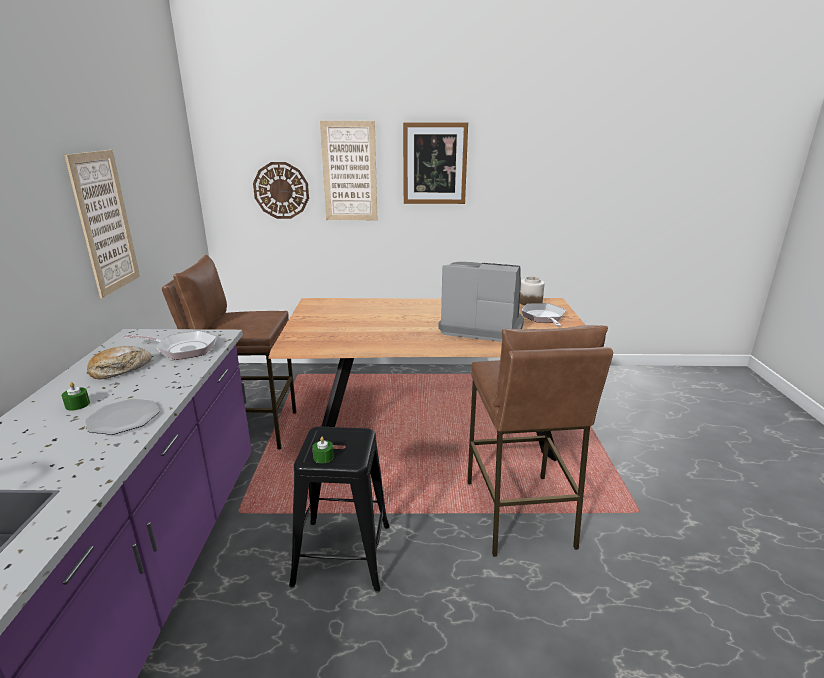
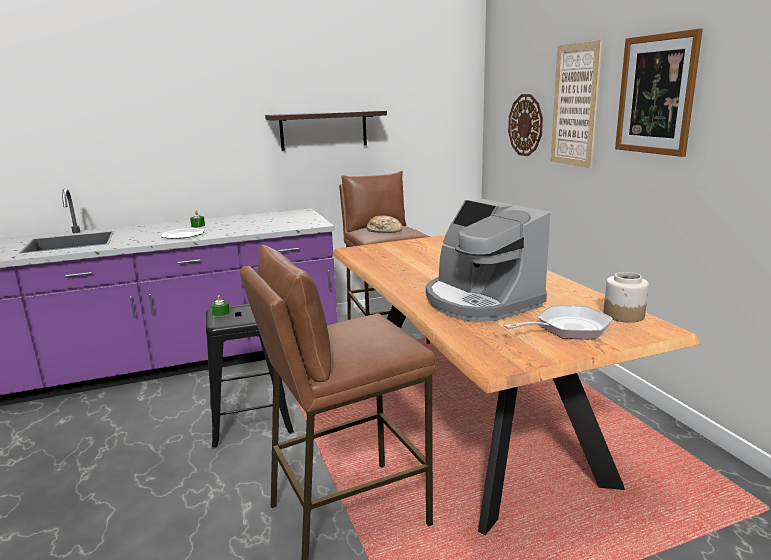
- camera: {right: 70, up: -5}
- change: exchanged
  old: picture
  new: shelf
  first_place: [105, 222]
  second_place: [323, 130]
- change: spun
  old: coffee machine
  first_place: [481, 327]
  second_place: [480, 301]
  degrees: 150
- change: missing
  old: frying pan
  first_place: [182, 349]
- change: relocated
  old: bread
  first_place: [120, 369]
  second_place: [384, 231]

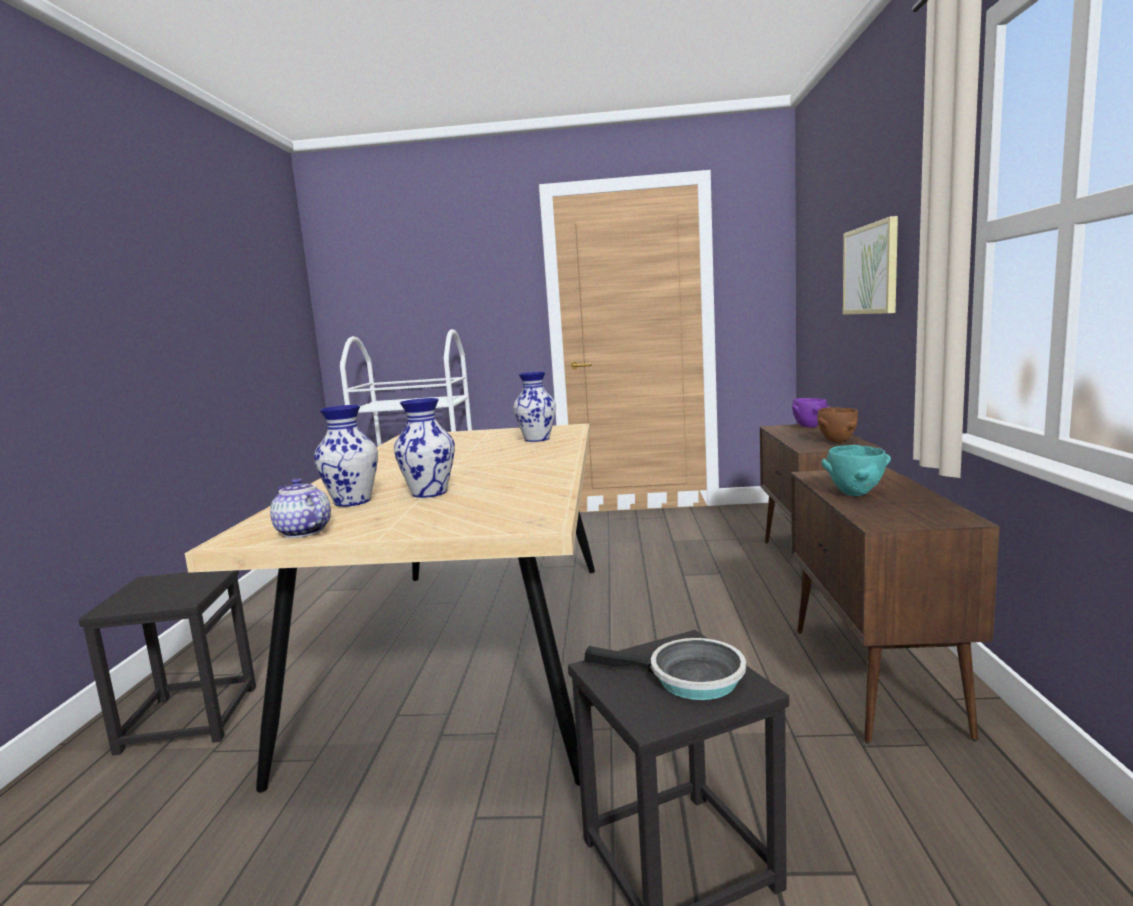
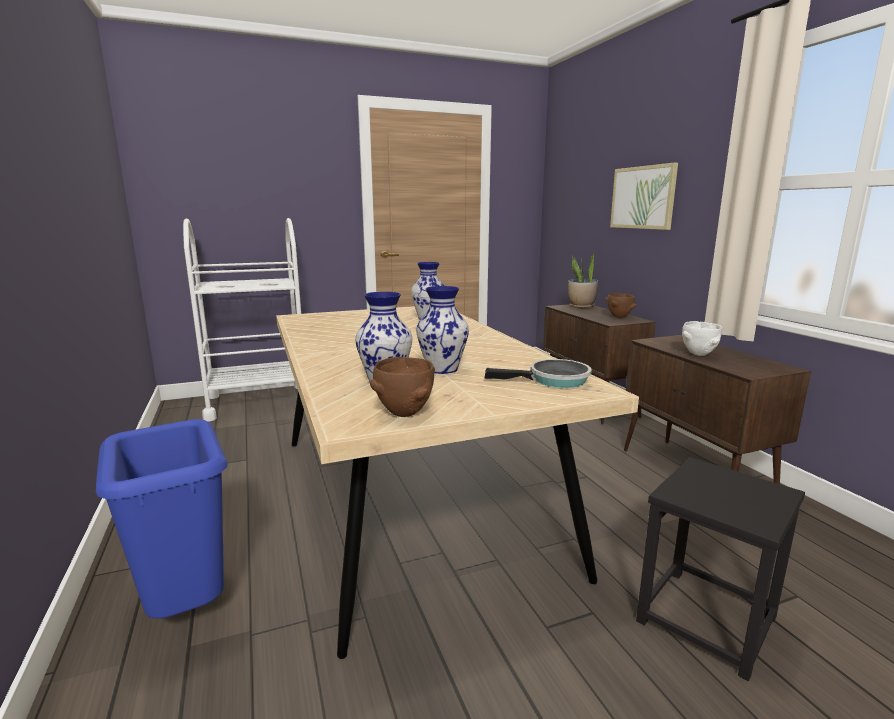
- camera: {right: -25, up: 5}
- change: exchanged
  old: purple bowl
  new: potted plant
  first_place: [809, 427]
  second_place: [581, 306]
- change: colour
  old: turquoise bowl
  new: white bowl
  first_place: [854, 494]
  second_place: [698, 354]
- change: exchanged
  old: teapot
  new: brown bowl
  first_place: [302, 532]
  second_place: [404, 413]
- change: exchanged
  old: black stool
  new: blue trash can
  first_place: [188, 718]
  second_place: [187, 611]
- change: relocated
  old: frying pan
  first_place: [688, 678]
  second_place: [553, 380]

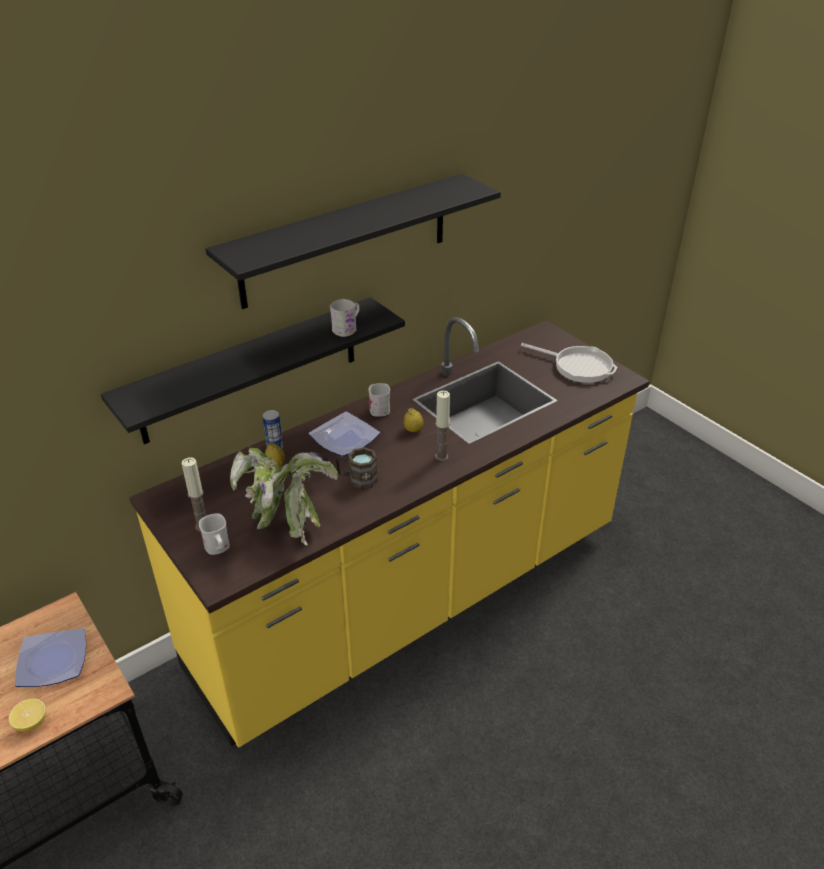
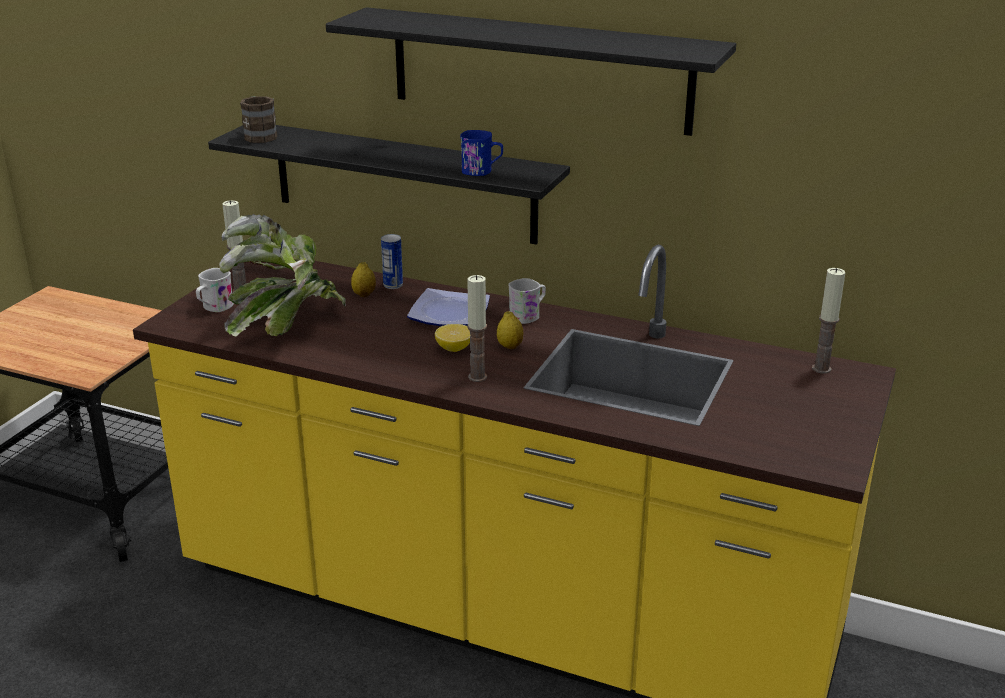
- camera: {right: 60, up: -10}
- change: colour
  old: white mug
  new: blue mug
  first_place: [347, 329]
  second_place: [482, 171]
- change: missing
  old: frying pan
  first_place: [578, 366]
- change: relocated
  old: brown mug
  first_place: [357, 479]
  second_place: [259, 135]
- change: missing
  old: plate
  first_place: [52, 660]
- change: relocated
  old: lemon
  first_place: [31, 722]
  second_place: [454, 348]
- change: appeared
  new: candle
  second_place: [821, 369]

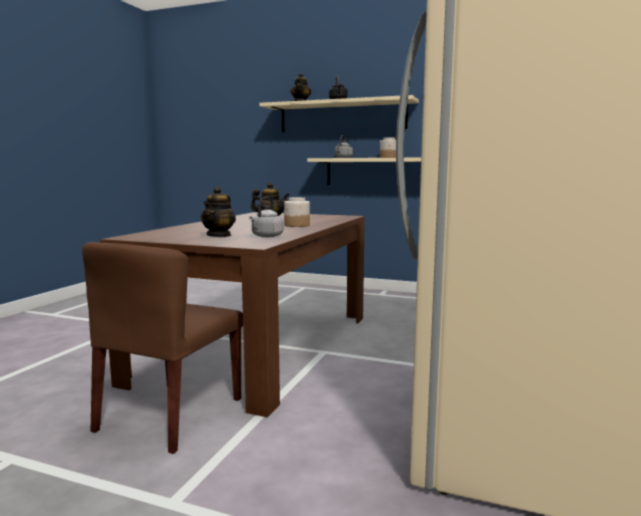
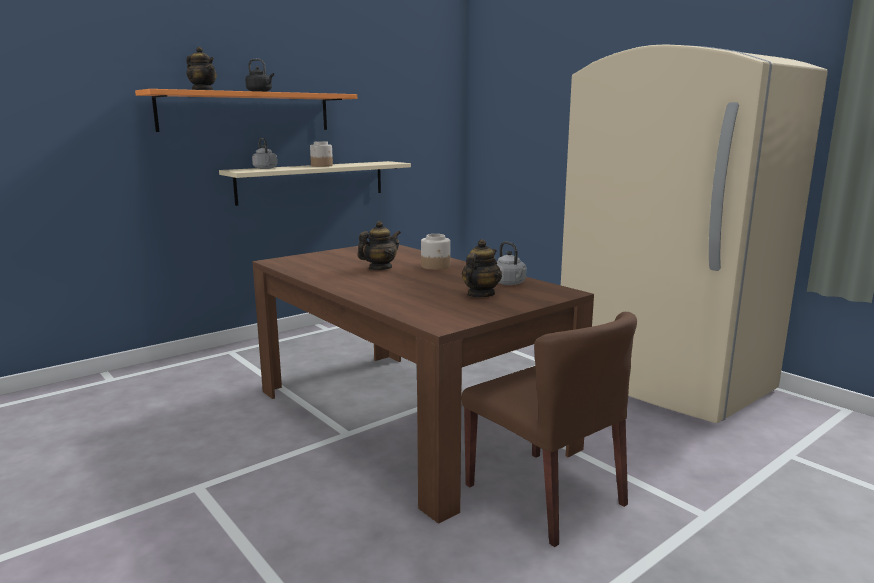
- camera: {right: -60, up: 5}
- change: colour
  old: beige shelf
  new: orange shelf
  first_place: [342, 117]
  second_place: [247, 112]
- change: spun
  old: teapot
  first_place: [219, 235]
  second_place: [480, 295]
  degrees: -105

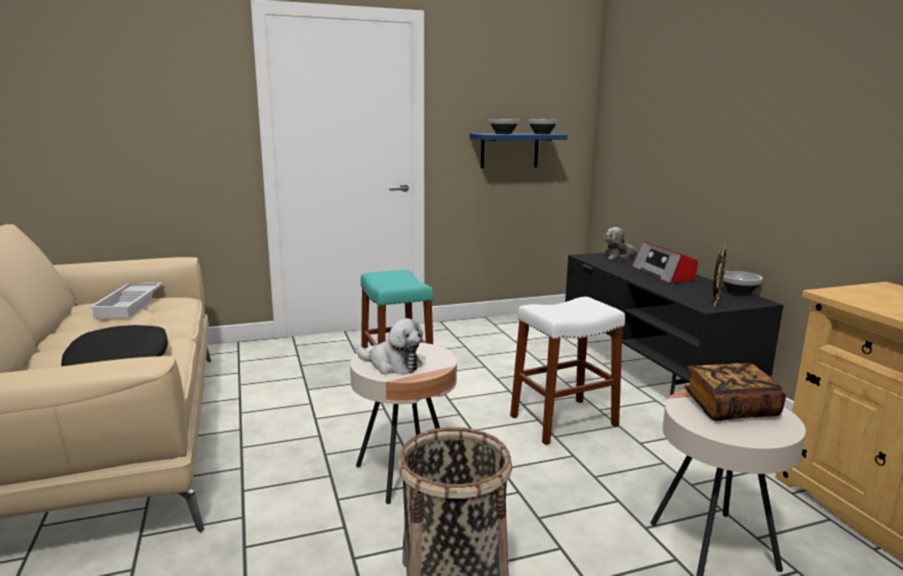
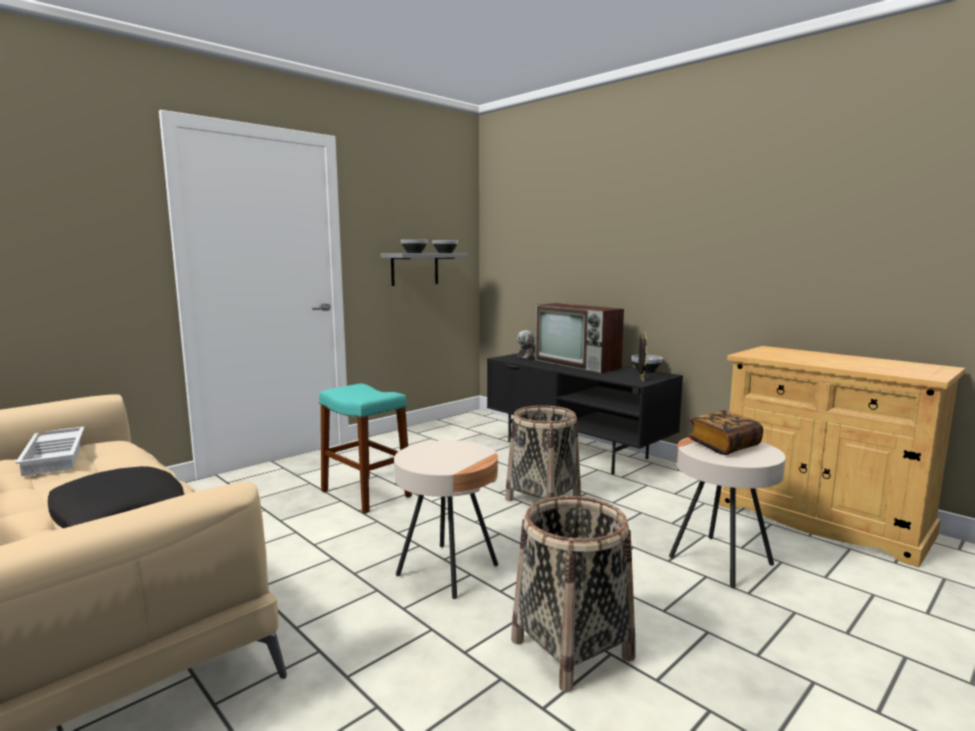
- camera: {right: -25, up: -5}
- change: colour
  old: blue shelf
  new: grey shelf
  first_place: [509, 150]
  second_place: [414, 269]
- change: exchanged
  old: radio
  new: television
  first_place: [663, 274]
  second_place: [578, 364]
- change: exchanged
  old: white stool
  new: basket
  first_place: [563, 421]
  second_place: [543, 498]
- change: missing
  old: plush toy
  first_place: [392, 365]

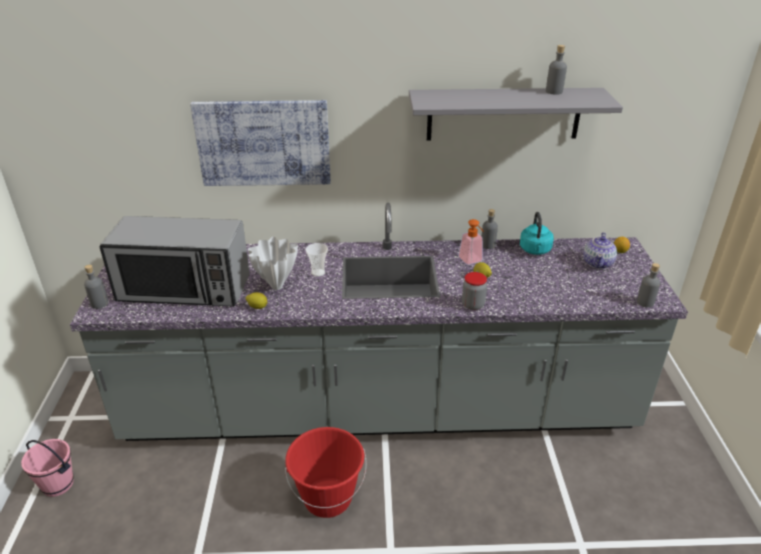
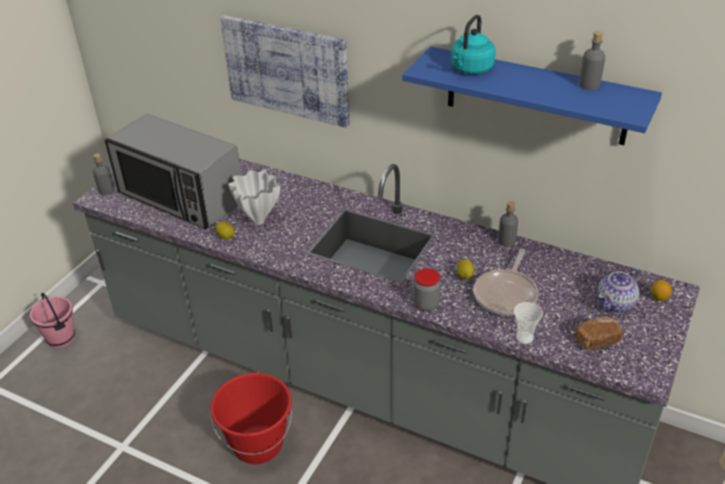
- camera: {right: 30, up: 5}
- change: colour
  old: grey shelf
  new: blue shelf
  first_place: [503, 114]
  second_place: [536, 96]
- change: relocated
  old: turquoise kettle
  first_place: [535, 250]
  second_place: [470, 69]
- change: missing
  old: soap dispenser
  first_place: [472, 261]
- change: relocated
  old: cup
  first_place: [318, 273]
  second_place: [524, 338]
- change: missing
  old: grey bottle
  first_place: [645, 302]
- change: appeared
  new: frying pan
  second_place: [506, 294]
- change: appeared
  new: bread
  second_place: [596, 340]

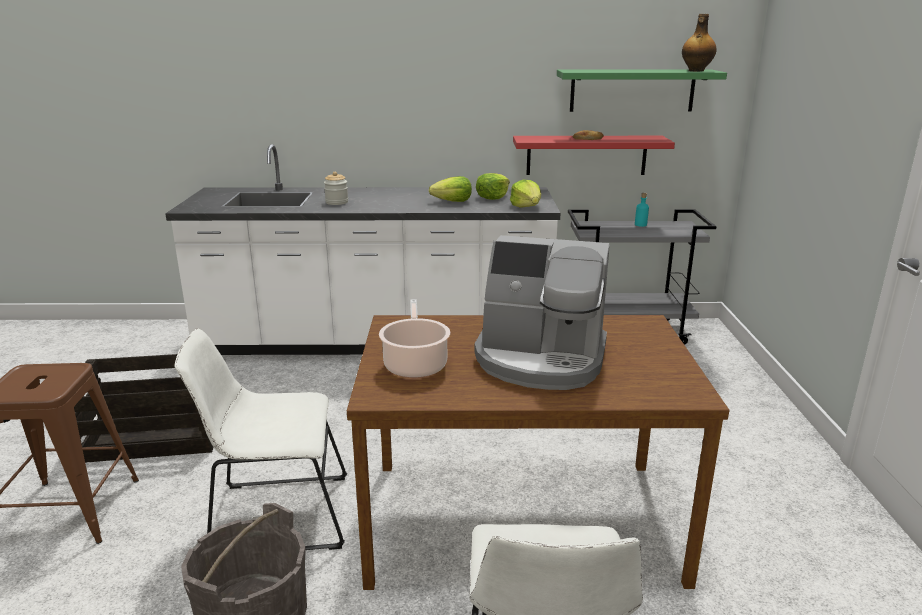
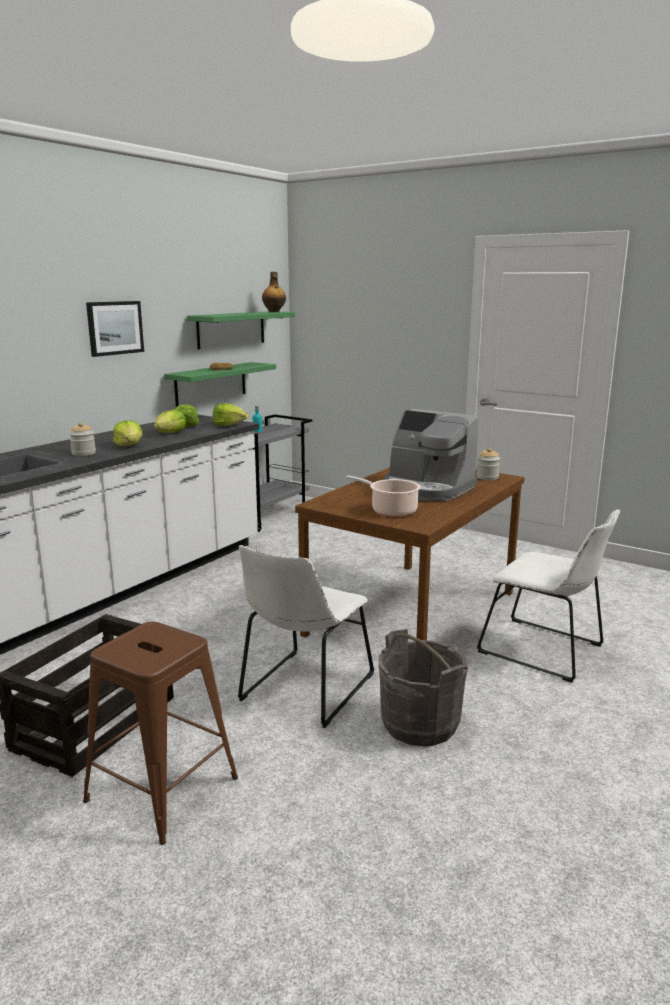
- camera: {right: -55, up: -5}
- change: colour
  old: red shelf
  new: green shelf
  first_place: [586, 155]
  second_place: [211, 383]
- change: spun
  old: coffee machine
  first_place: [540, 359]
  second_place: [427, 489]
  degrees: 75
- change: appeared
  new: picture
  second_place: [115, 328]
- change: appeared
  new: lettuce
  second_place: [129, 446]
- change: appeared
  new: jar
  second_place: [487, 477]

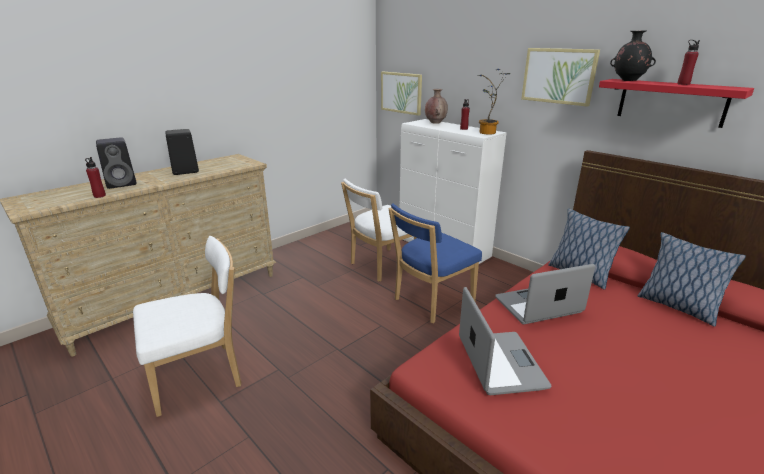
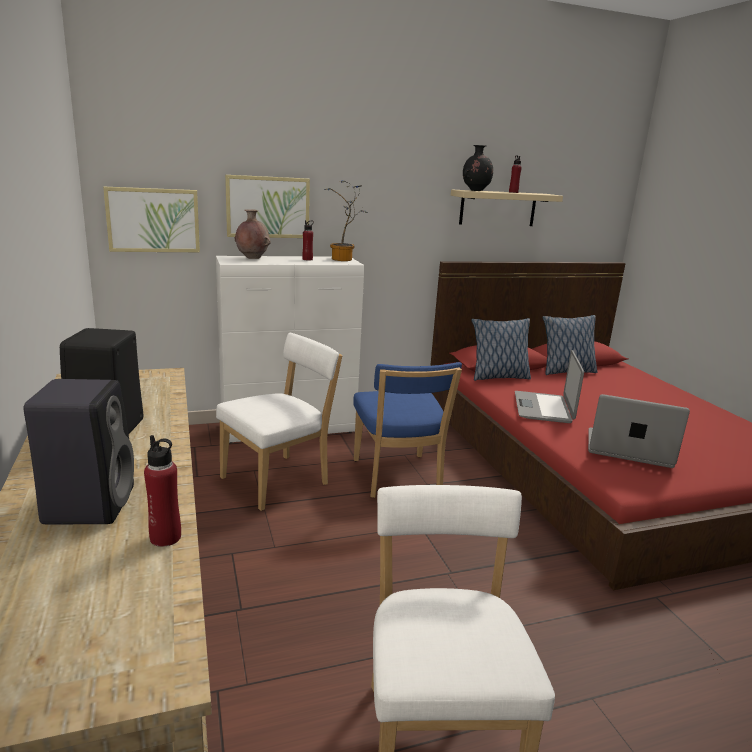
- camera: {right: -65, up: -5}
- change: relocated
  old: picture
  first_place: [558, 76]
  second_place: [268, 207]
- change: colour
  old: red shelf
  new: beige shelf
  first_place: [671, 102]
  second_place: [498, 208]
- change: spun
  old: white chair
  first_place: [381, 266]
  second_place: [279, 480]
  degrees: -120

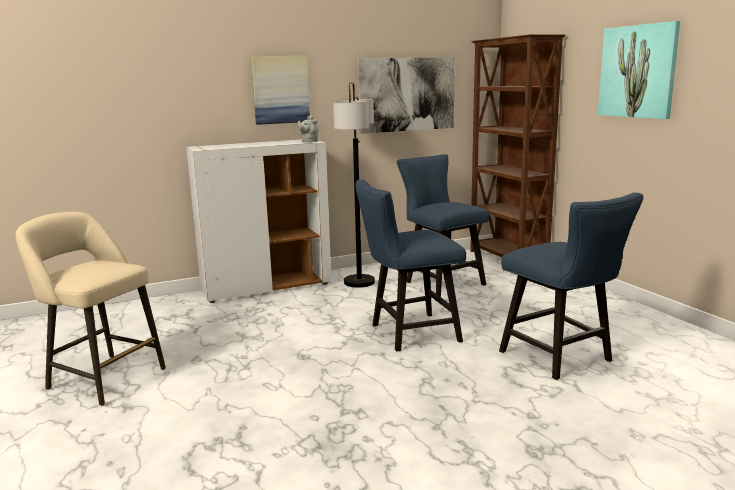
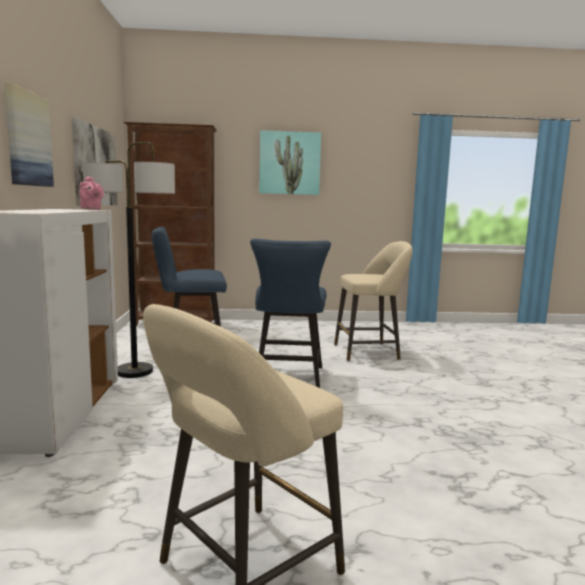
- camera: {right: -70, up: -5}
- change: colour
  old: grey teapot
  new: pink teapot
  first_place: [309, 141]
  second_place: [91, 209]
- change: exchanged
  old: blue chair
  new: beige stool
  first_place: [561, 358]
  second_place: [370, 352]

